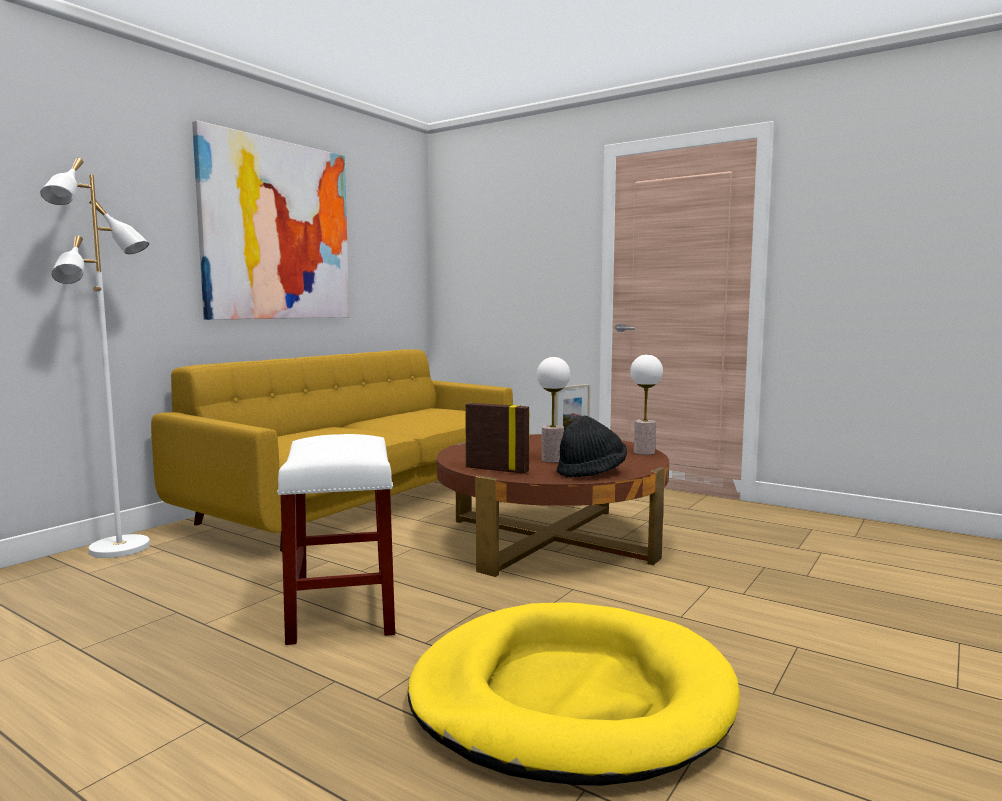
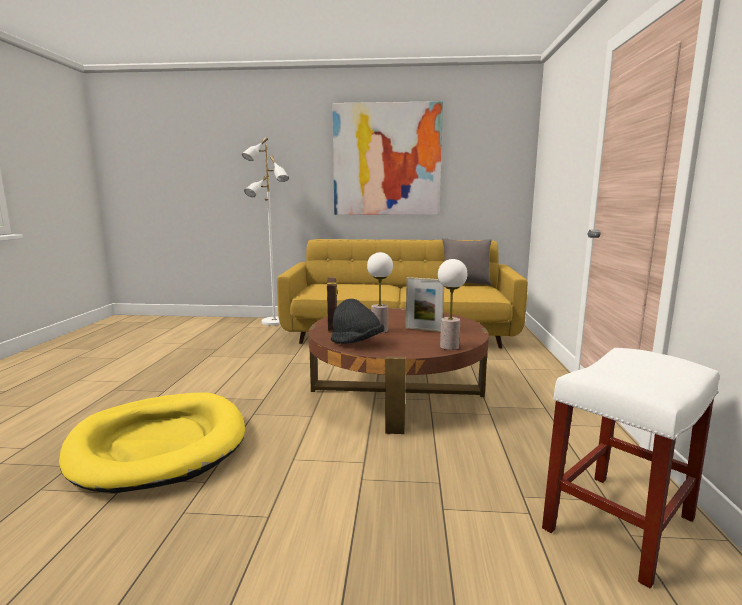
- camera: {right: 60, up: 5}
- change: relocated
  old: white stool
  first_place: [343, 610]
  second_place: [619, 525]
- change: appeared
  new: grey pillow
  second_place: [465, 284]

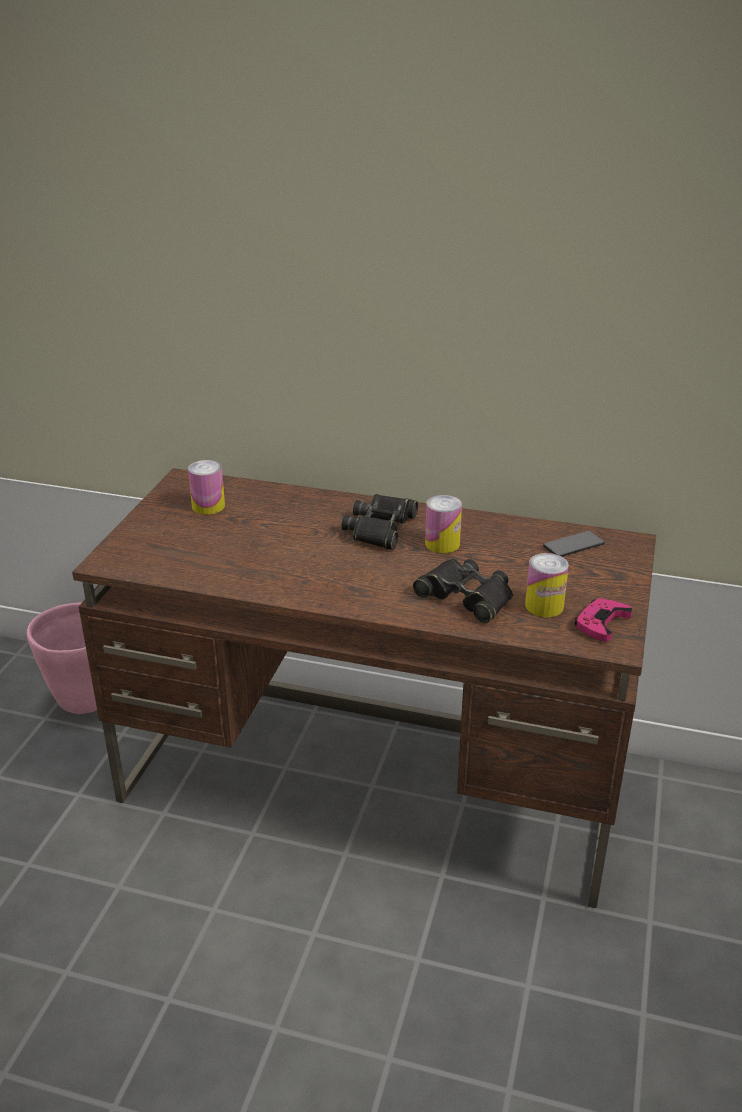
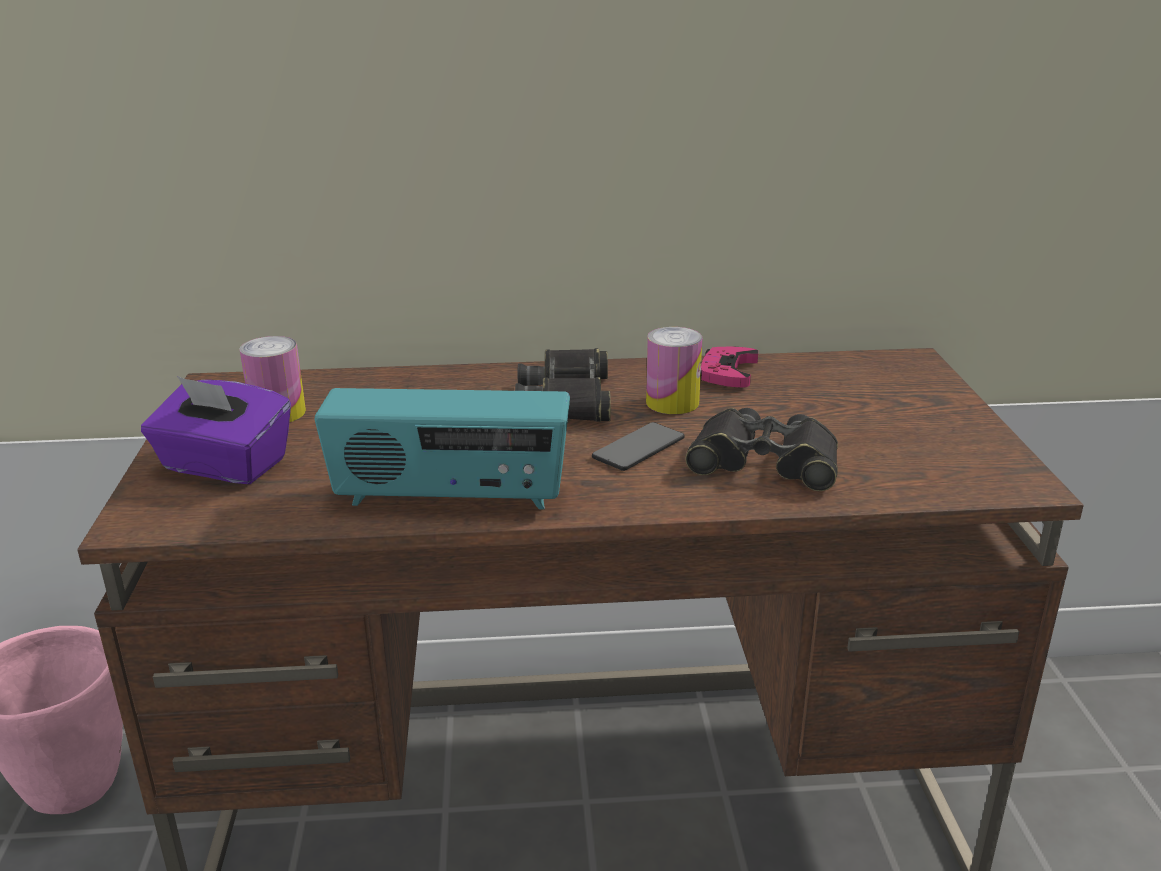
- camera: {right: -20, up: -5}
- change: relocated
  old: phone
  first_place: [573, 545]
  second_place: [638, 448]
- change: missing
  old: can
  first_place: [544, 606]
- change: relocated
  old: pink game controller
  first_place: [601, 623]
  second_place: [727, 373]
- change: appeared
  new: purple tissue box
  second_place: [224, 465]
- change: appeared
  new: radio
  second_place: [450, 498]

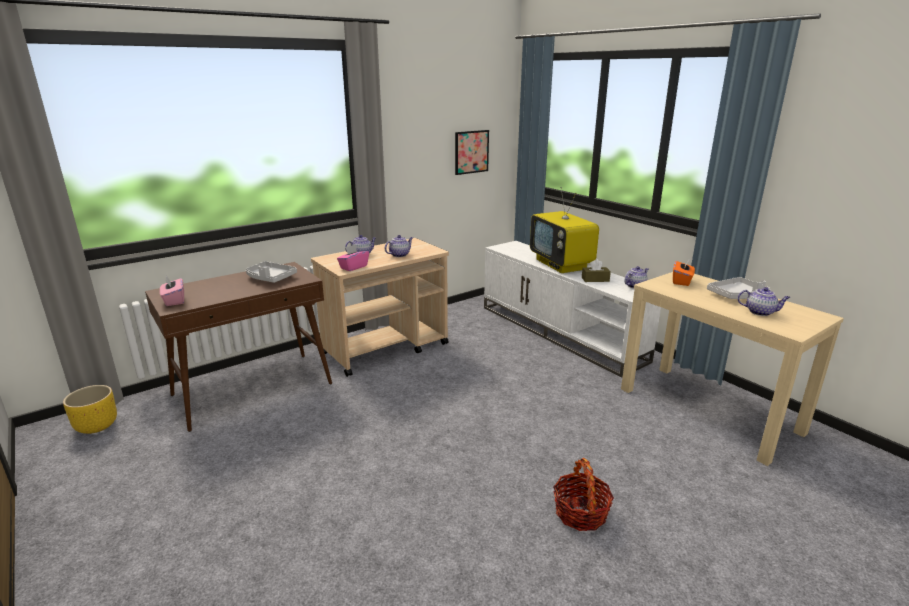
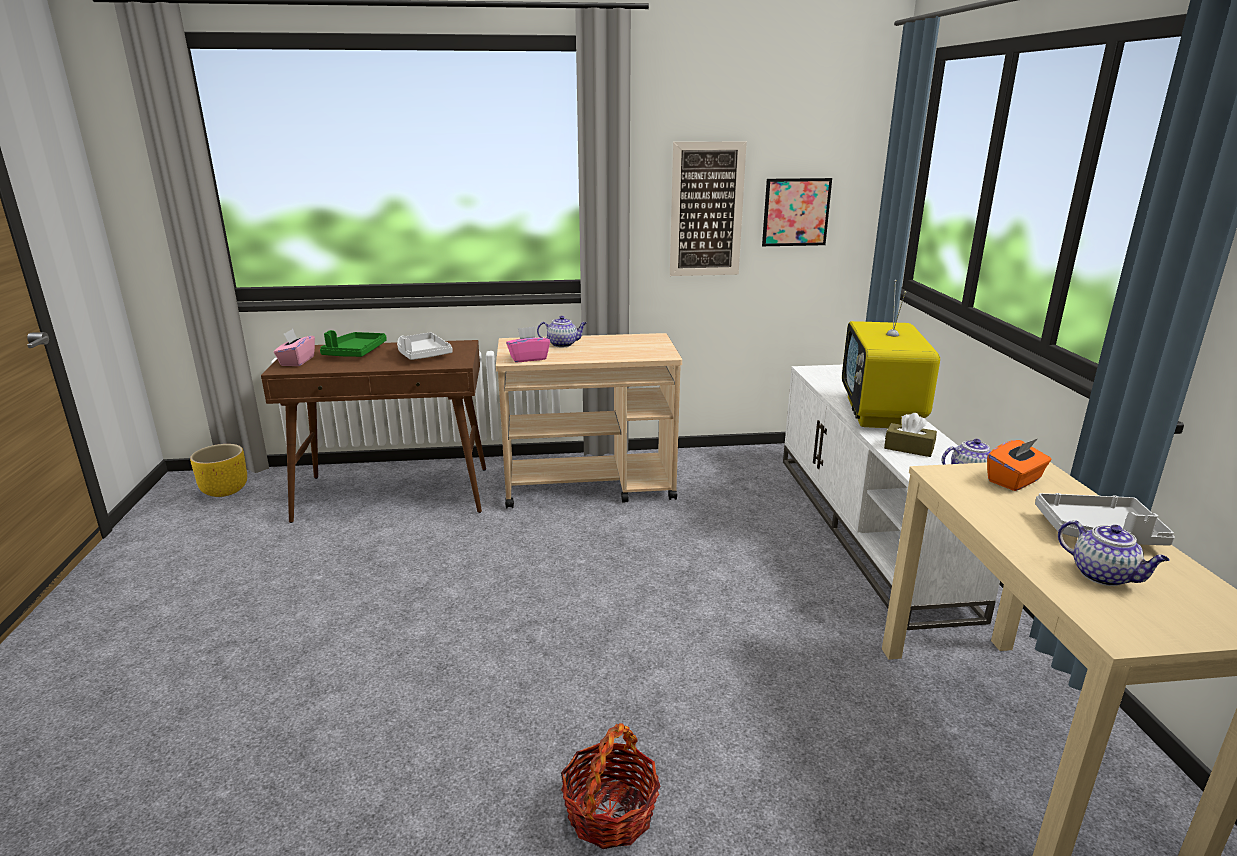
- camera: {right: 30, up: 0}
- change: missing
  old: teapot
  first_place: [399, 255]
- change: appeared
  new: picture
  second_place: [706, 210]
- change: appeared
  new: green tray
  second_place: [355, 353]

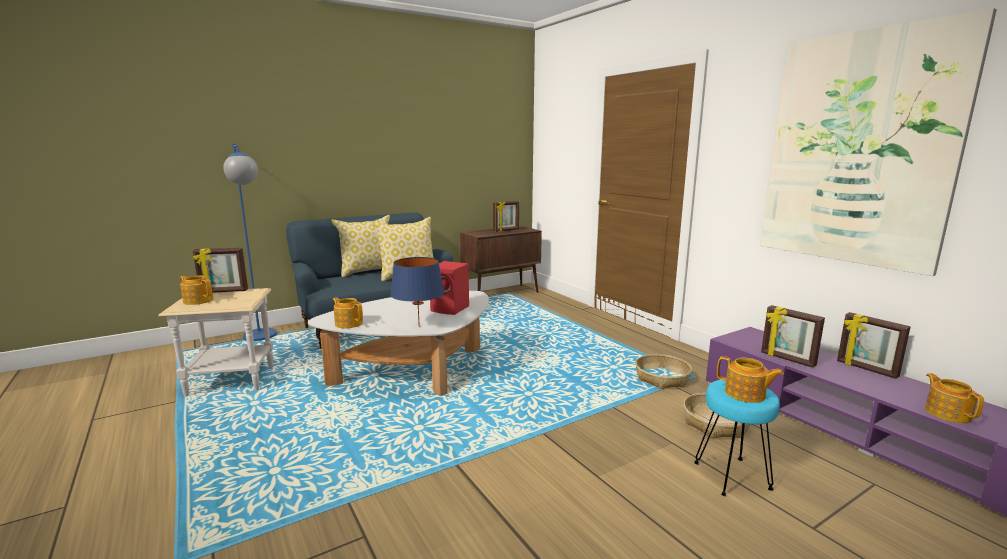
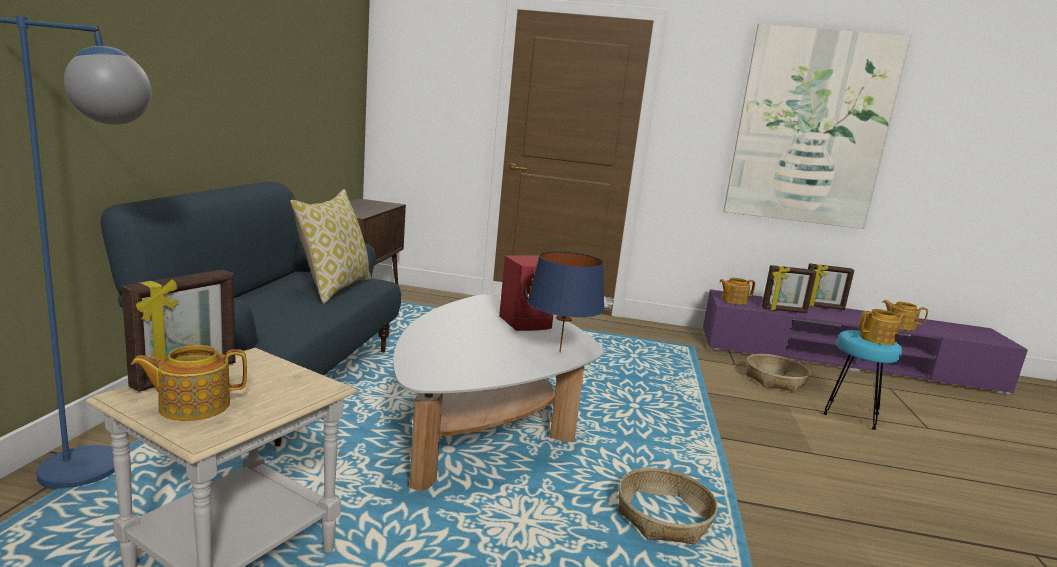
- camera: {right: -50, up: 0}
- change: missing
  old: picture frame
  first_place: [506, 230]
- change: missing
  old: pillow
  first_place: [368, 271]
- change: relocated
  old: teapot
  first_place: [349, 323]
  second_place: [733, 300]
- change: relocated
  old: basket
  first_place: [662, 378]
  second_place: [663, 517]

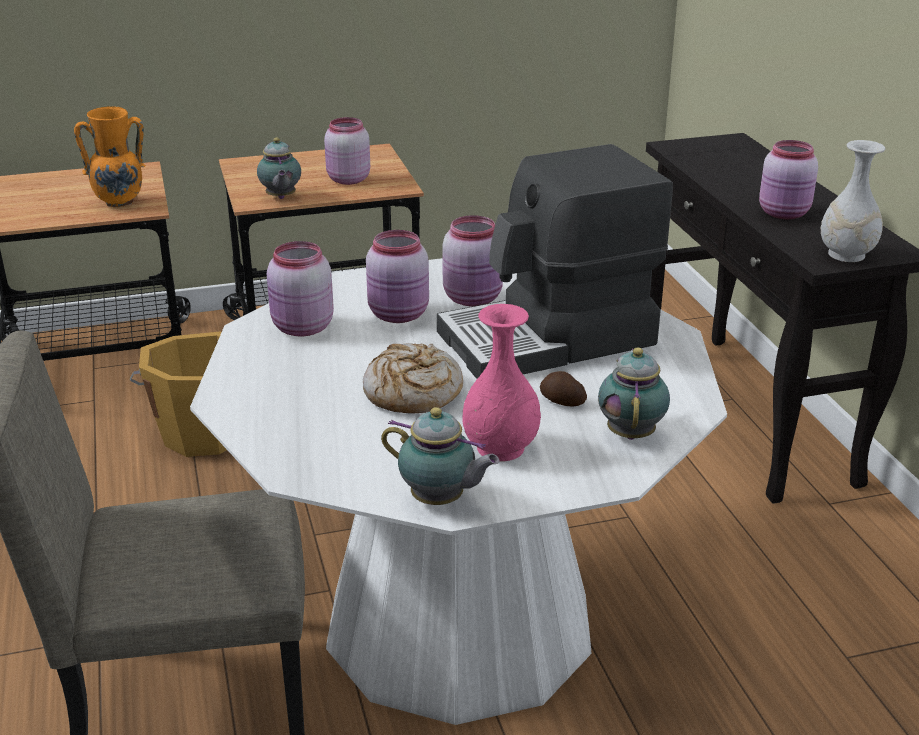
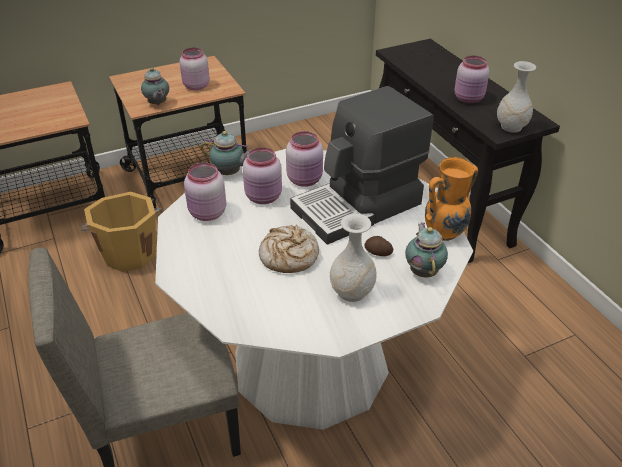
- camera: {right: -10, up: 10}
- change: relocated
  old: orange vase
  first_place: [120, 202]
  second_place: [445, 233]
- change: colour
  old: pink vase
  new: white vase
  first_place: [501, 448]
  second_place: [352, 292]
- change: relocated
  old: teapot
  first_place: [440, 501]
  second_place: [230, 173]

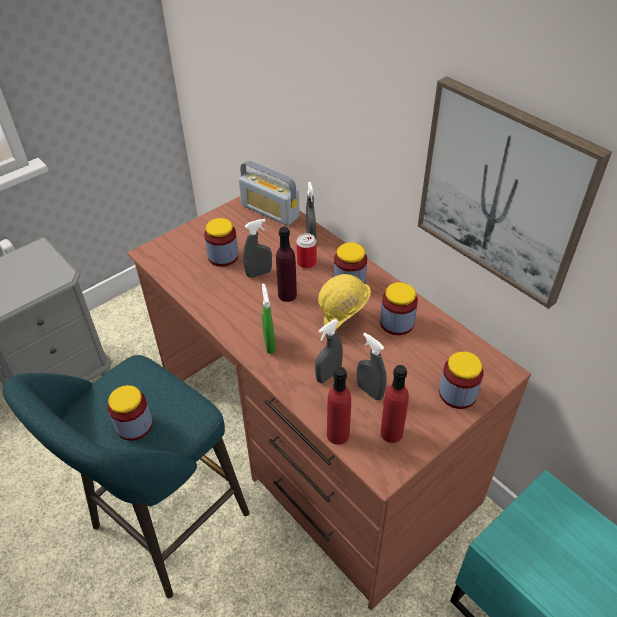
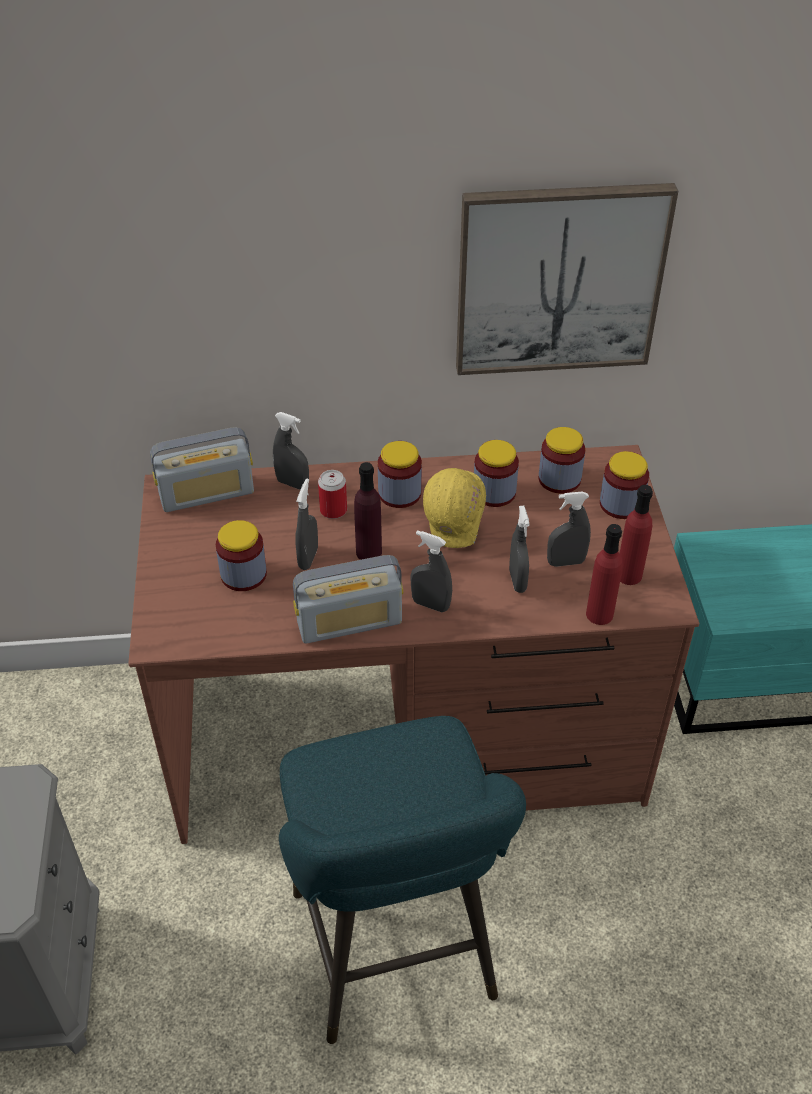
- camera: {right: -55, up: 0}
- change: colour
  old: green spray bottle
  new: grey spray bottle
  first_place: [269, 344]
  second_place: [430, 604]
- change: relocated
  old: jar
  first_place: [134, 425]
  second_place: [559, 479]
- change: appeared
  new: radio
  second_place: [349, 622]

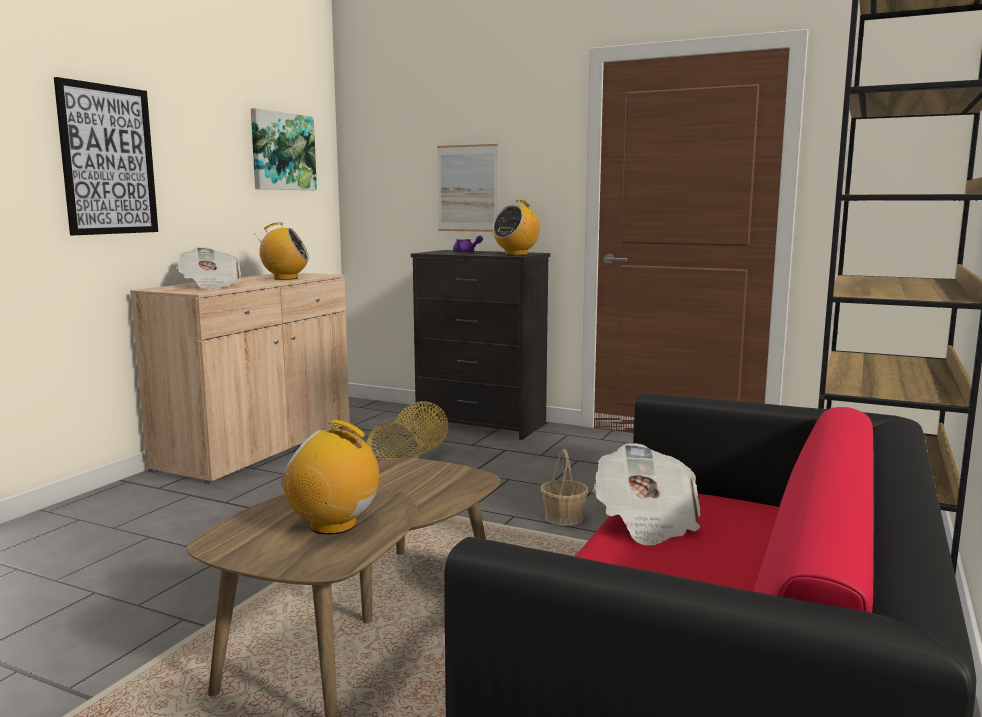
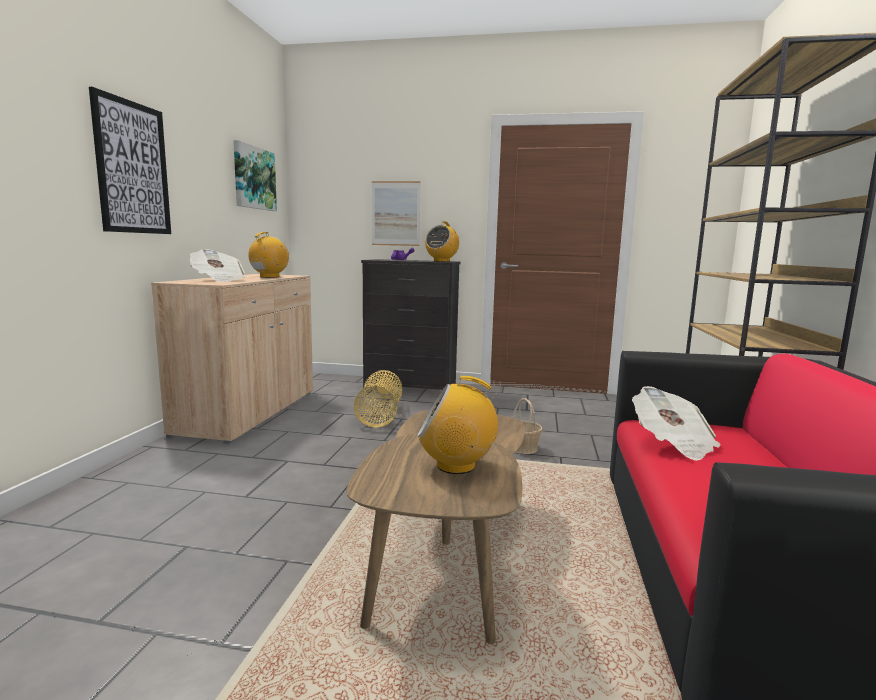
- camera: {right: -15, up: 0}
- change: spun
  old: radio
  first_place: [285, 278]
  second_place: [269, 277]
  degrees: -45

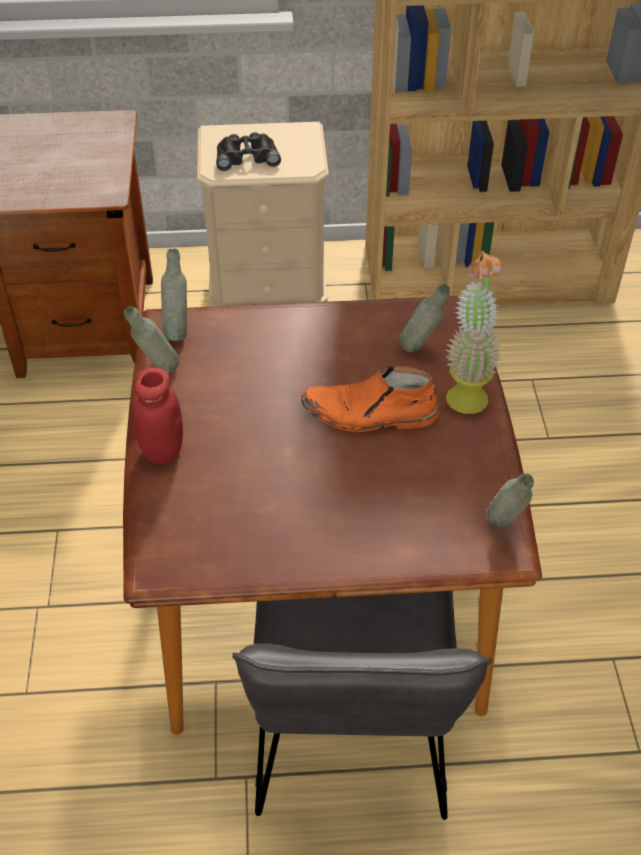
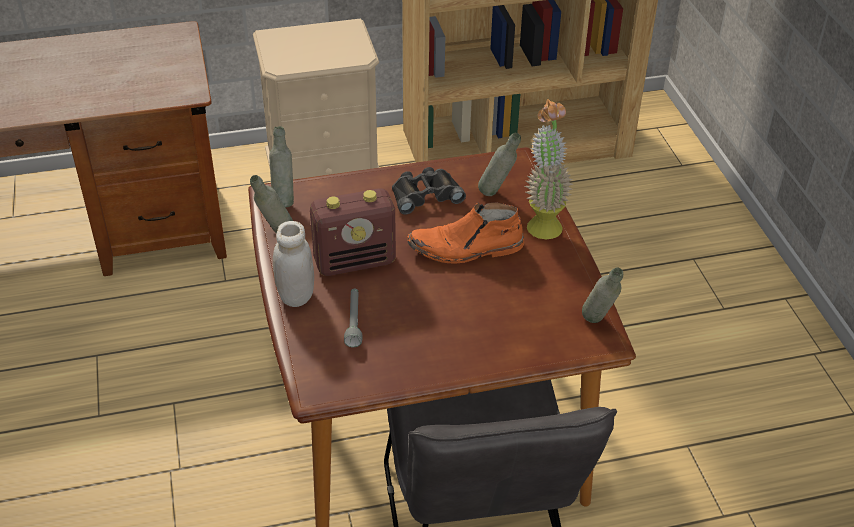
- camera: {right: -10, up: -5}
- change: relocated
  old: black binoculars
  first_place: [247, 156]
  second_place: [425, 195]
- change: colour
  old: red jar
  new: white jar
  first_place: [162, 450]
  second_place: [296, 296]
- change: appeared
  new: radio
  second_place: [355, 261]
- change: appeared
  new: grey flashlight
  second_place: [354, 321]

